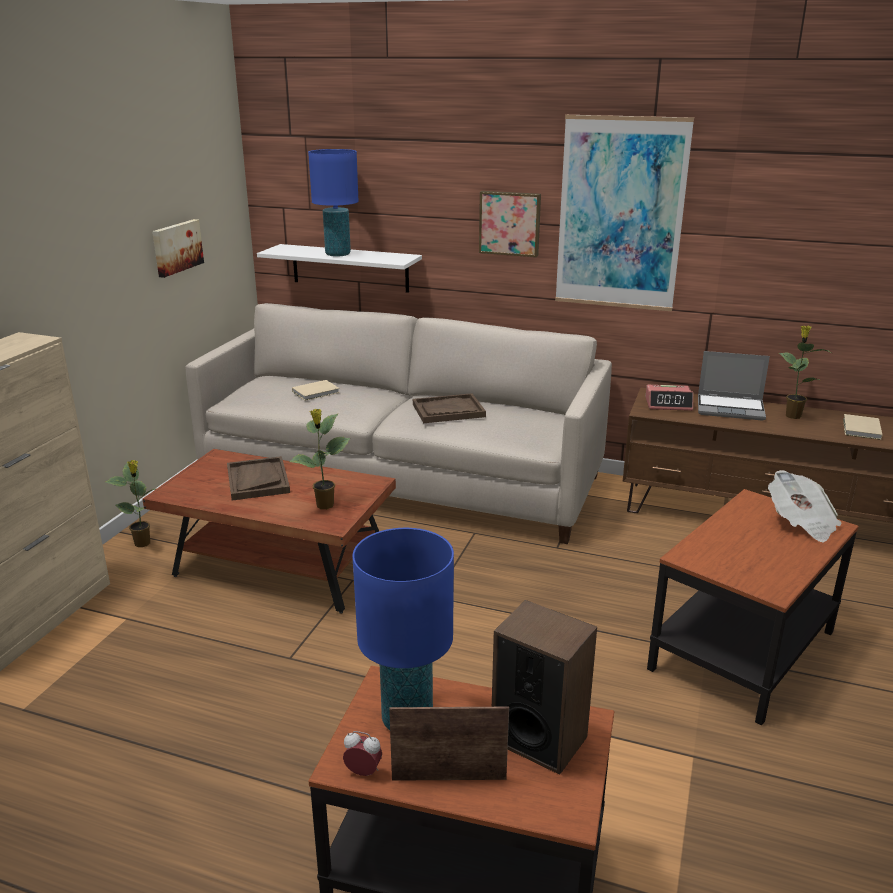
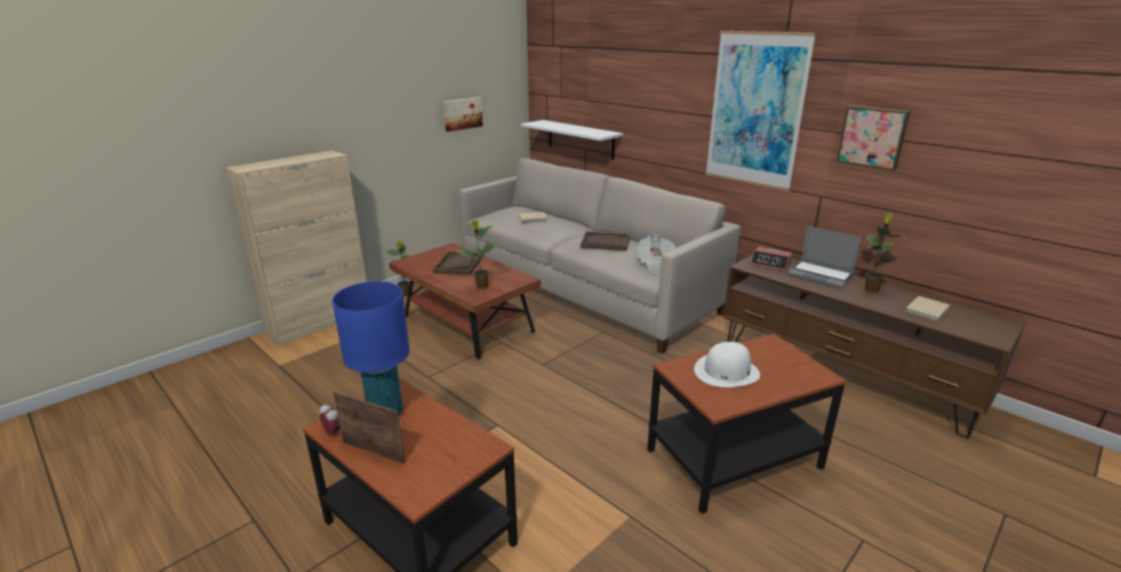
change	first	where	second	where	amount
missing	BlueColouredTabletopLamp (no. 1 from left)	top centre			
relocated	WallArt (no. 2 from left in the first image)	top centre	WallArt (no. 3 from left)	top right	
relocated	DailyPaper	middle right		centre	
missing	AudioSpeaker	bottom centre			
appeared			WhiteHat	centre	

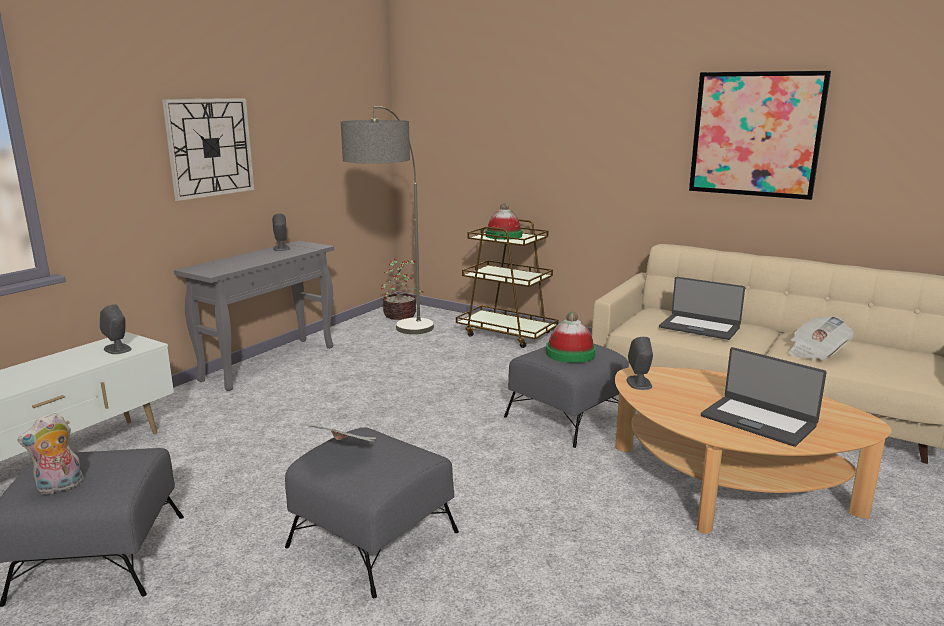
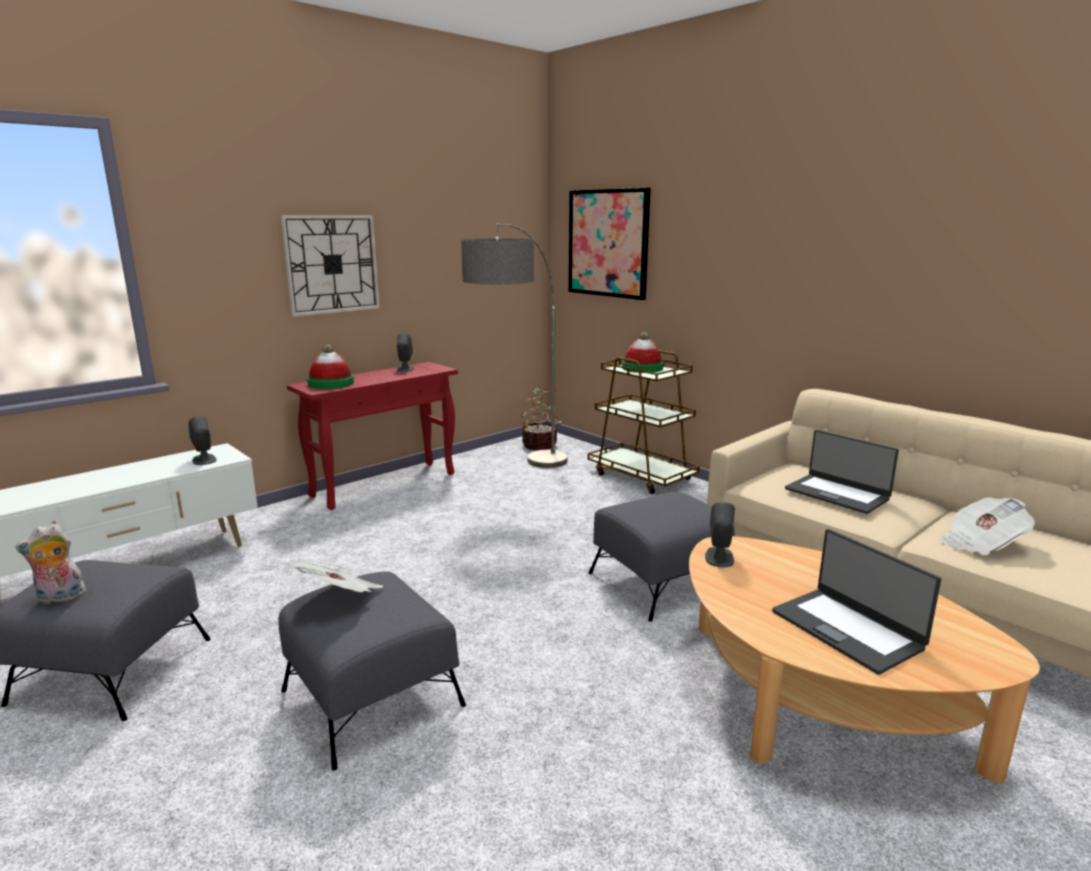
change	first	where	second	where	amount
relocated	WallArt	top right		top centre	
colour	GreyishNarrowTable	middle left	ReddishNarrowTable	centre	
relocated	Hat (no. 2 from left in the first image)	centre	Hat (no. 1 from left)	middle left	

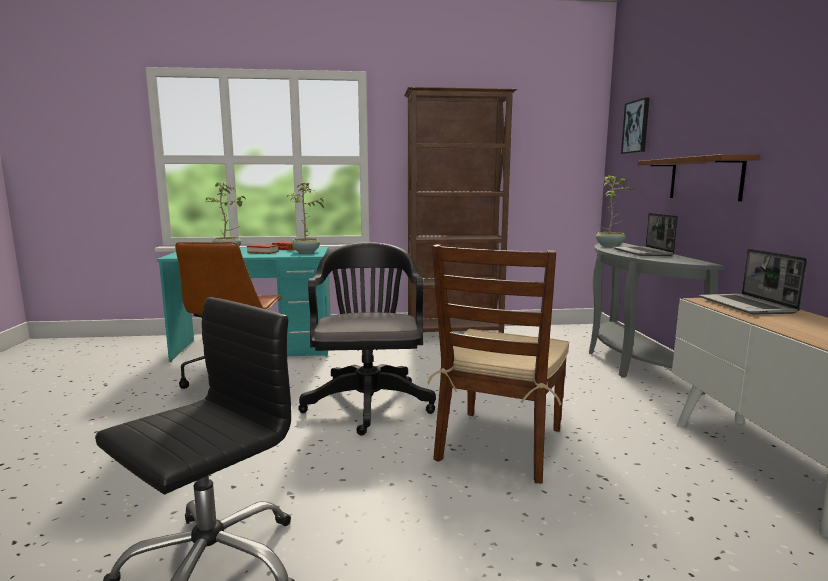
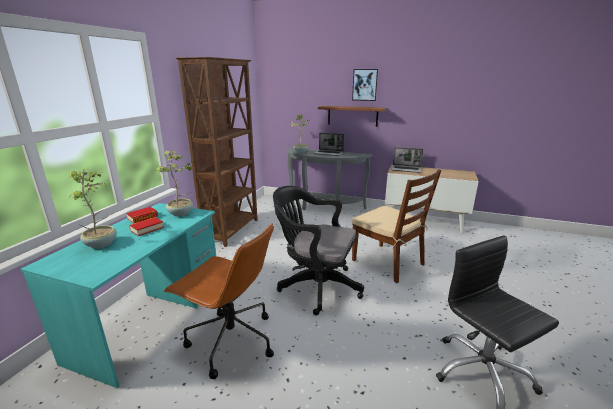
change	first	where	second	where	amount
relocated	WallArt	top right		top centre	

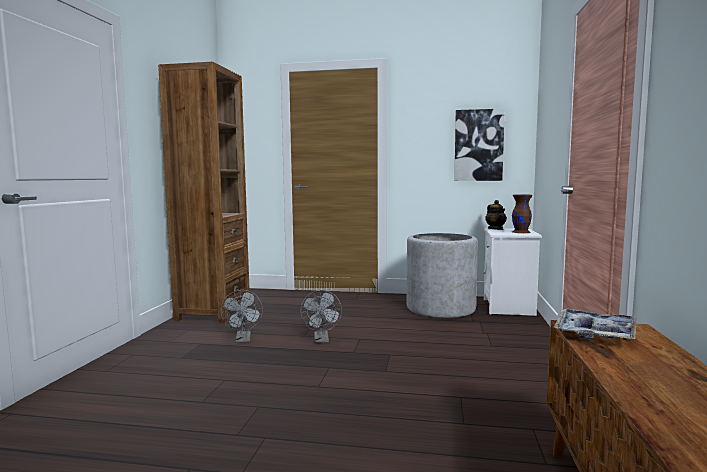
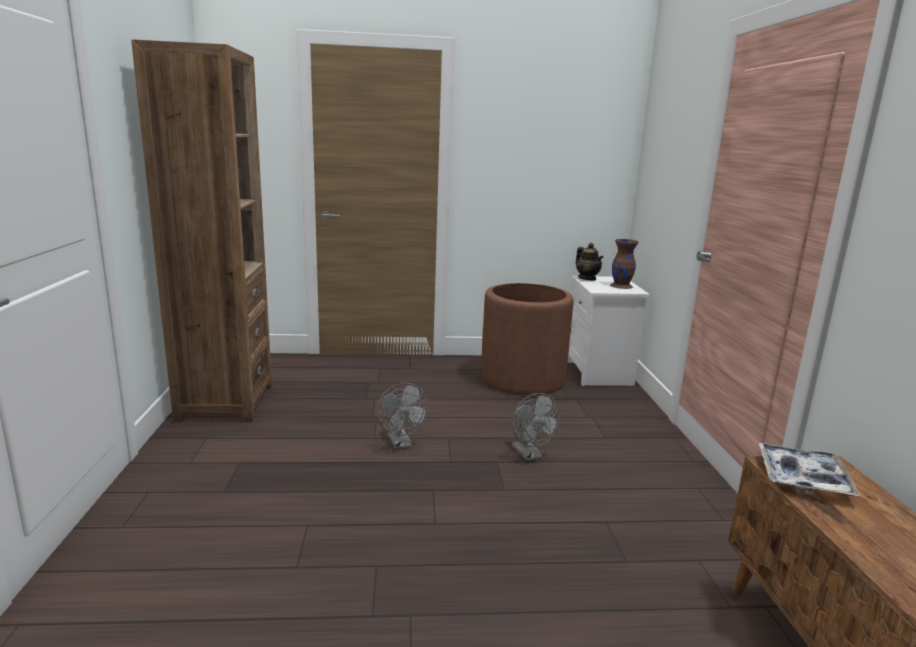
change	first	where	second	where	amount
missing	WallArt	top right			
colour	GreyishPlantPot	centre	BrownColouredPlantPot	centre	
relocated	GreyishElectricFan (no. 1 from left in the first image)	bottom centre	GreyishElectricFan (no. 2 from left)	centre	

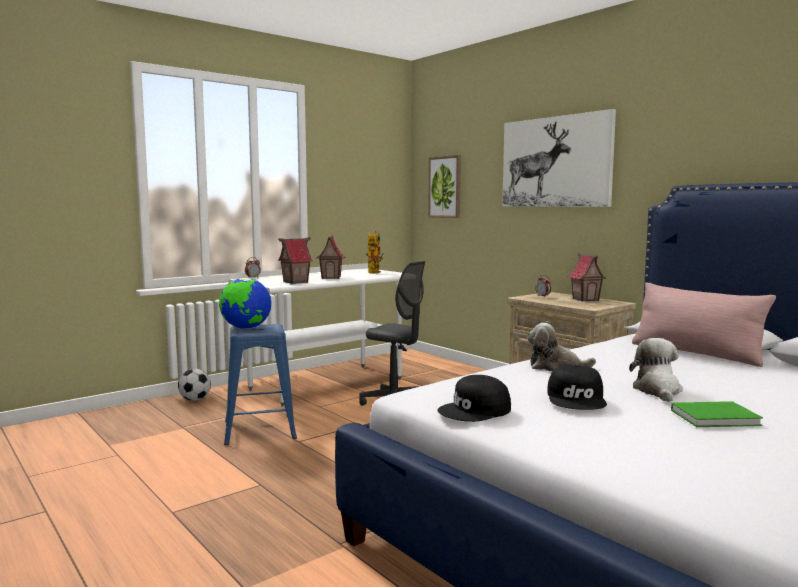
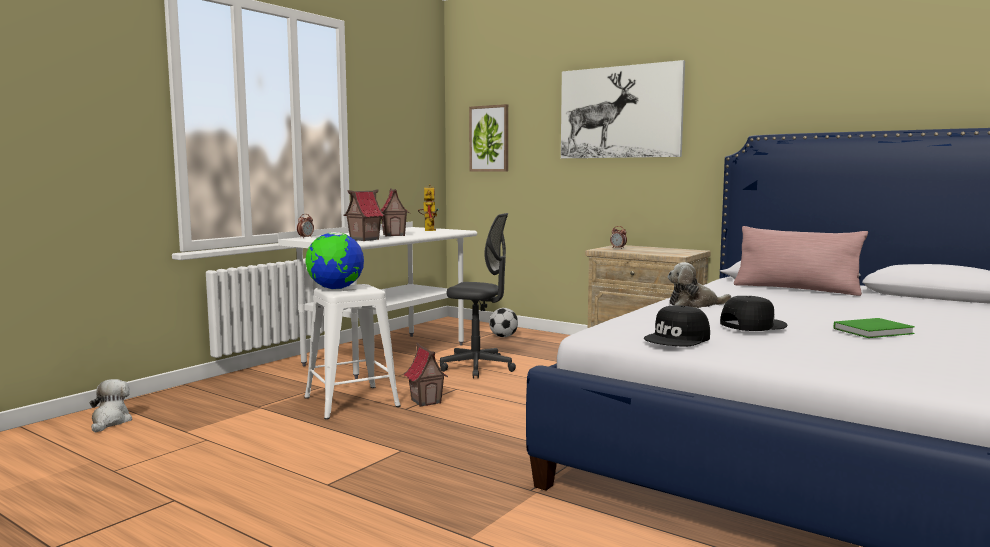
change	first	where	second	where	amount
relocated	ToyHouse (no. 3 from left)	middle right		bottom centre	
colour	BlueColouredStoolSeat	middle left	WhiteStoolSeat	centre	
relocated	PlushToy (no. 2 from left in the first image)	middle right	PlushToy (no. 1 from left)	bottom left	
spun	BlackishPeakedCap (no. 2 from left)	middle right		middle right	105 degrees counterclockwise
relocated	BallForFootball	middle left		centre	

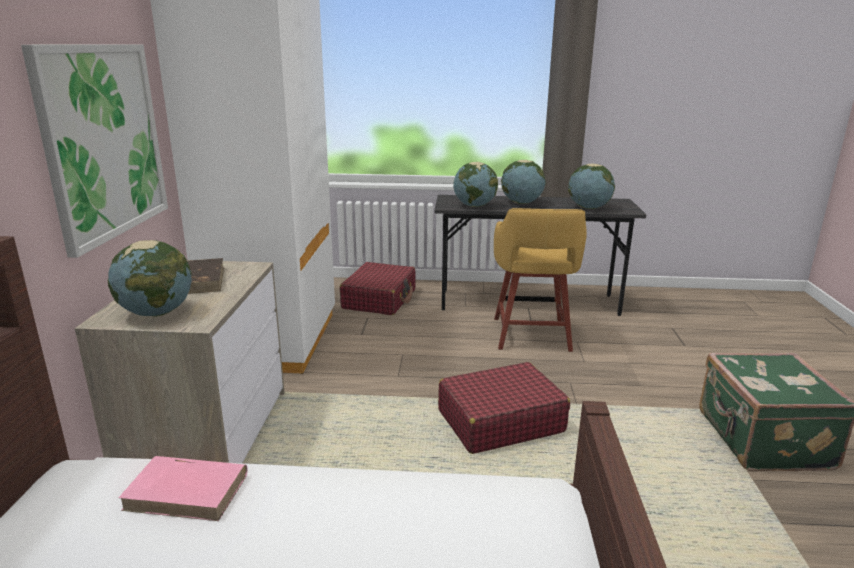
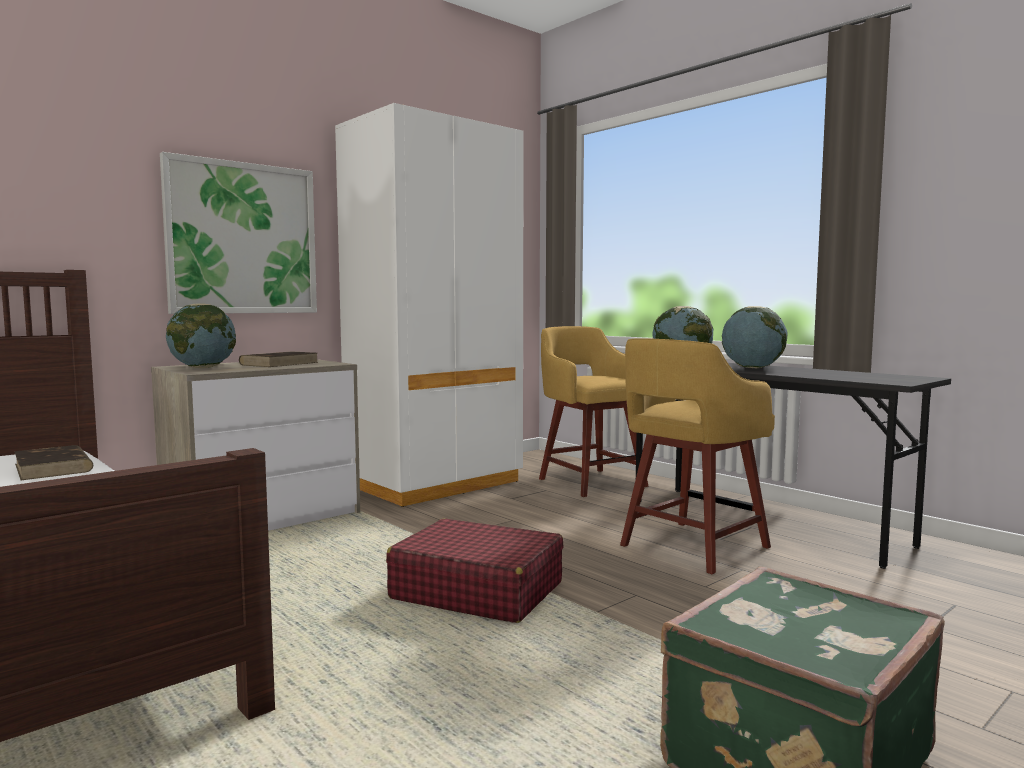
change	first	where	second	where	amount
missing	WorldGlobe (no. 4 from left)	top right			
exchanged	ReddishTravelCase (no. 1 from left)	centre	YellowStoolSeat (no. 1 from left)	centre	
colour	PinkishVolume	bottom left	BrownColouredVolume (no. 1 from left)	middle left	

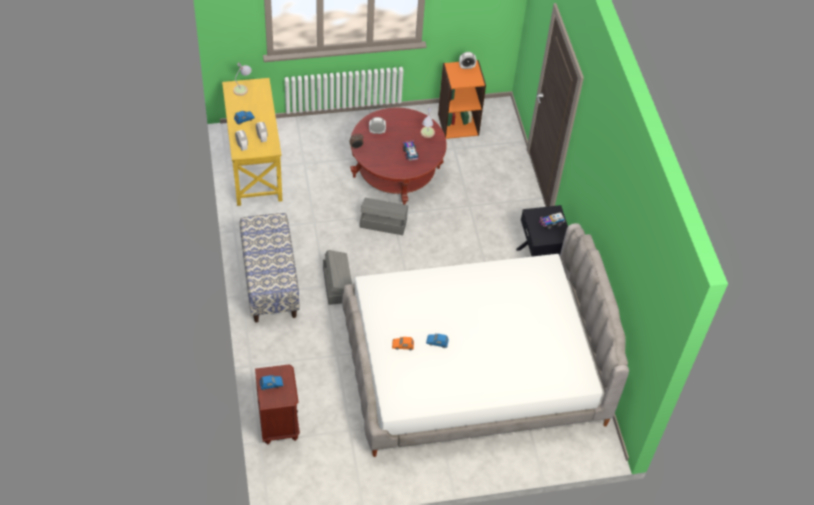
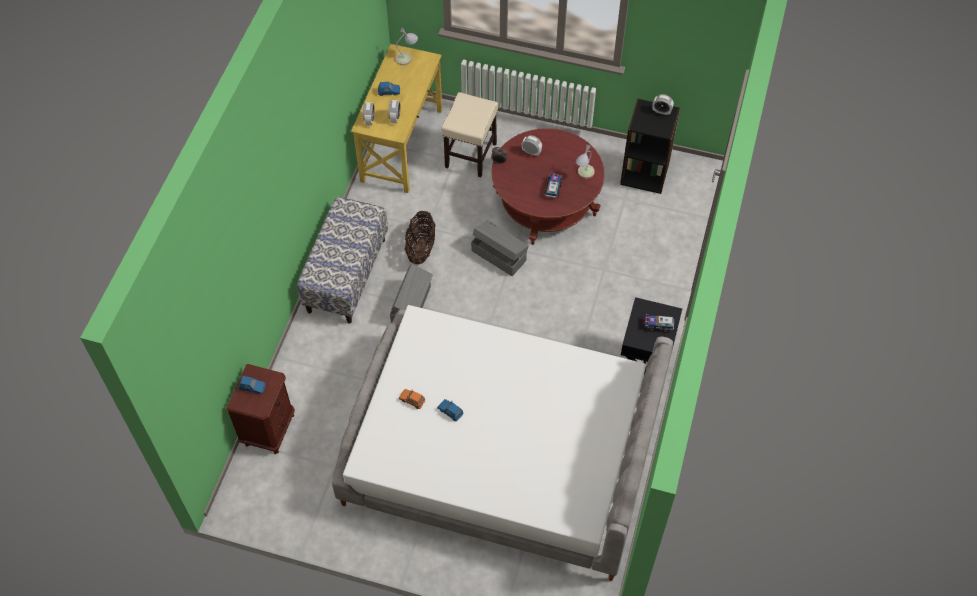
change	first	where	second	where	amount
colour	OrangeyBookshelf	top centre	BlackishBookshelf	top centre	
appeared			SandColouredStoolSeat	top centre	
appeared			HouseholdBasket	centre	

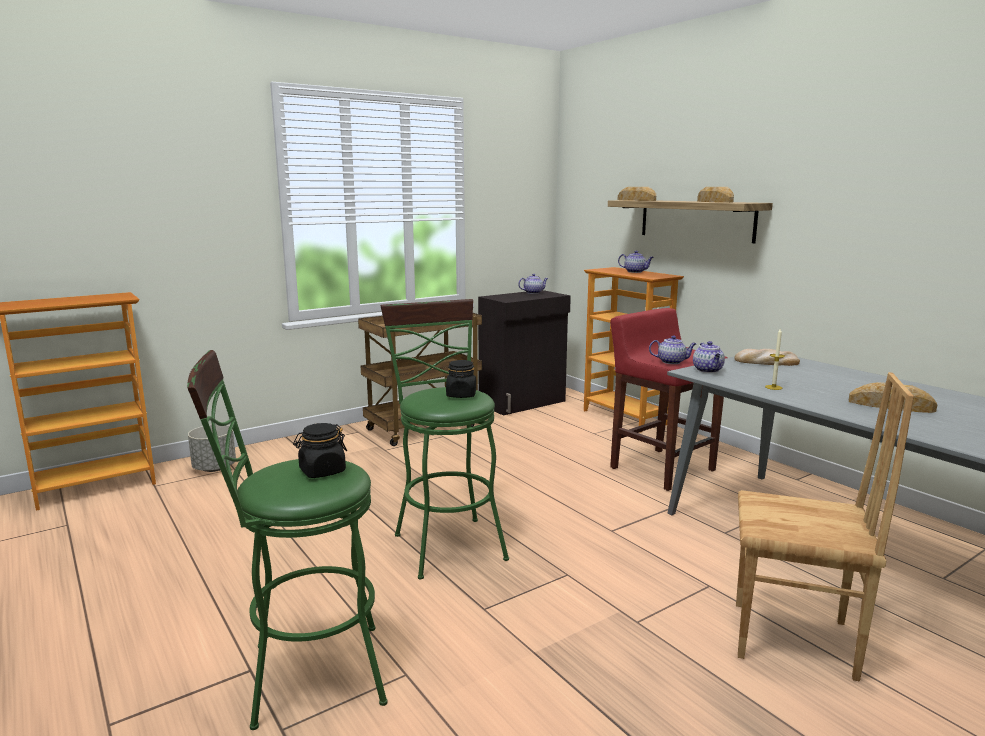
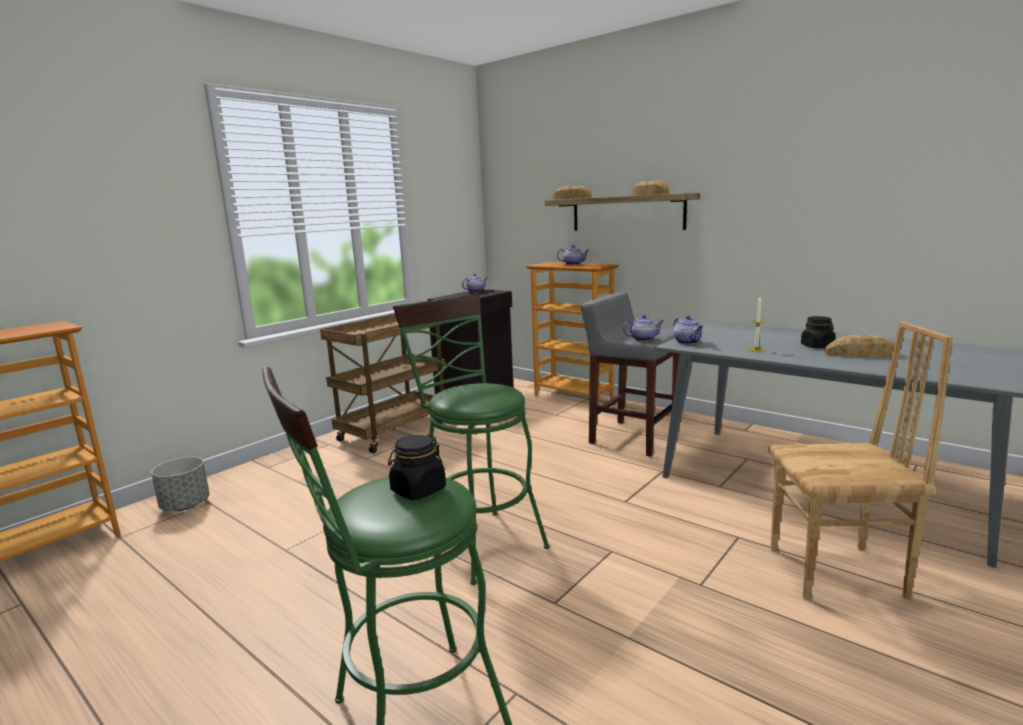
change	first	where	second	where	amount
colour	ReddishStoolSeat	middle right	GreyishStoolSeat	centre	
missing	BakedBread (no. 3 from left)	middle right			
relocated	BlackishStorageJar (no. 2 from left)	centre		middle right	

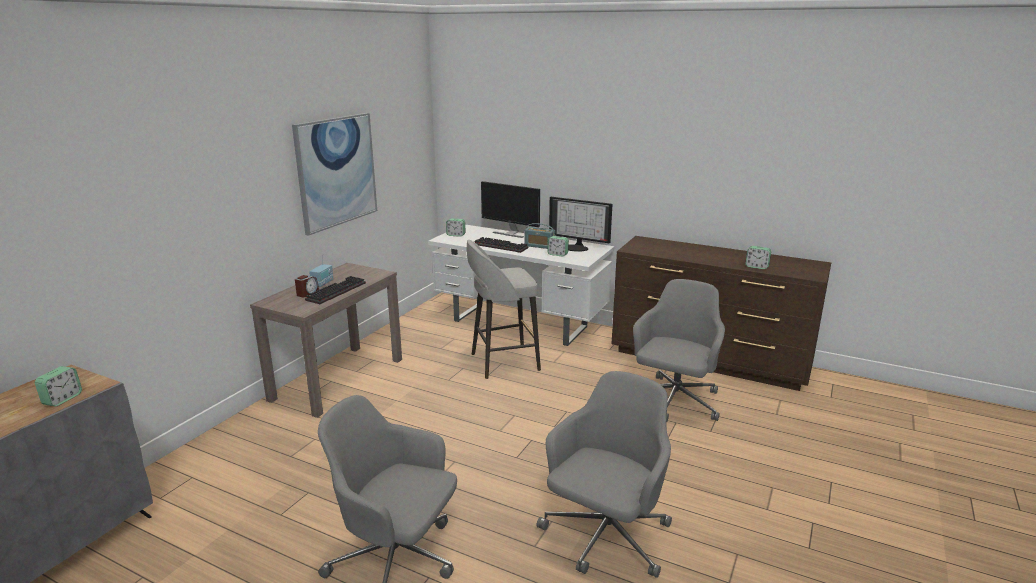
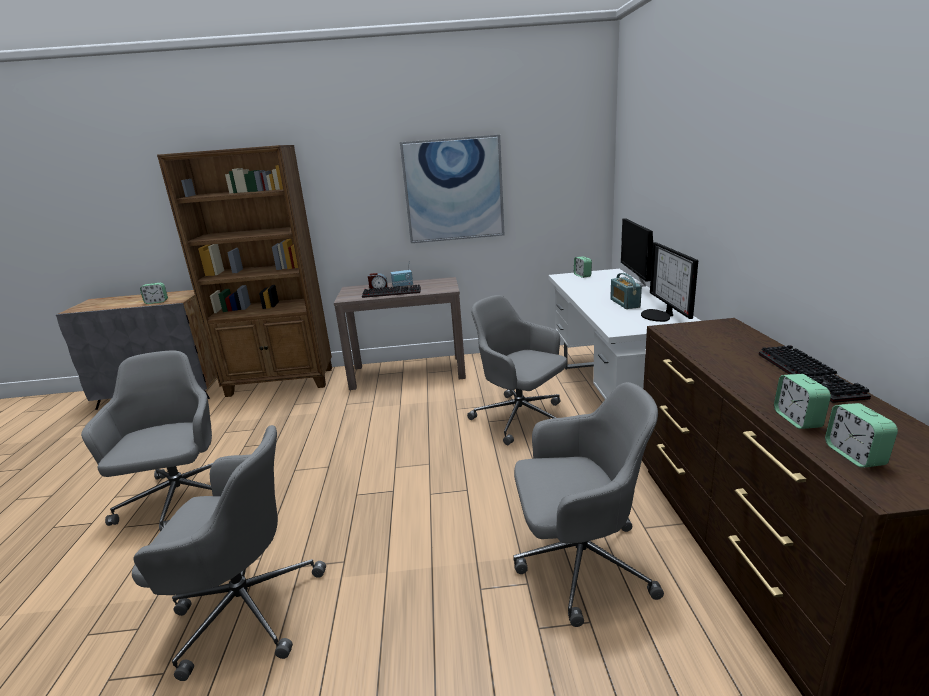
change	first	where	second	where	amount
relocated	TableClock (no. 4 from left in the first image)	centre	TableClock (no. 5 from left)	middle right	
relocated	PcKeyboard (no. 2 from left)	centre		middle right	
exchanged	GreyishStoolSeat	centre	GreyishDeskChair (no. 3 from left)	centre	
appeared			BrownColouredBookshelf	middle left	

